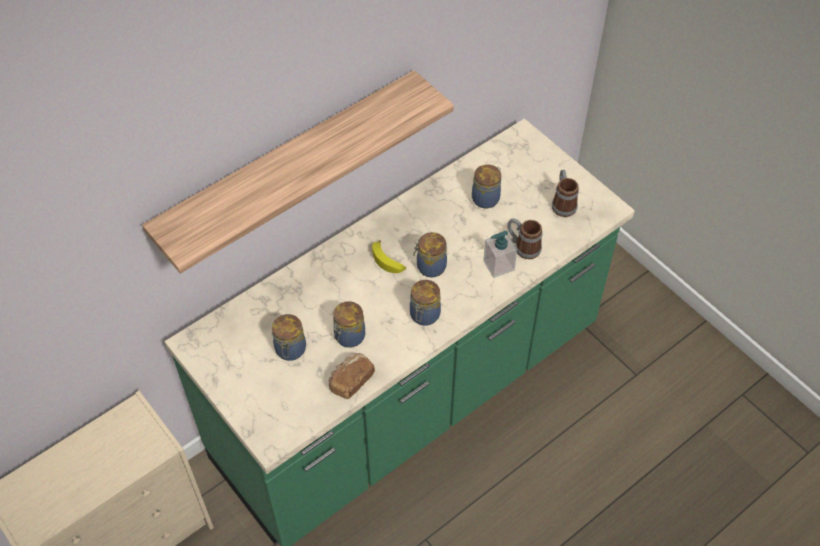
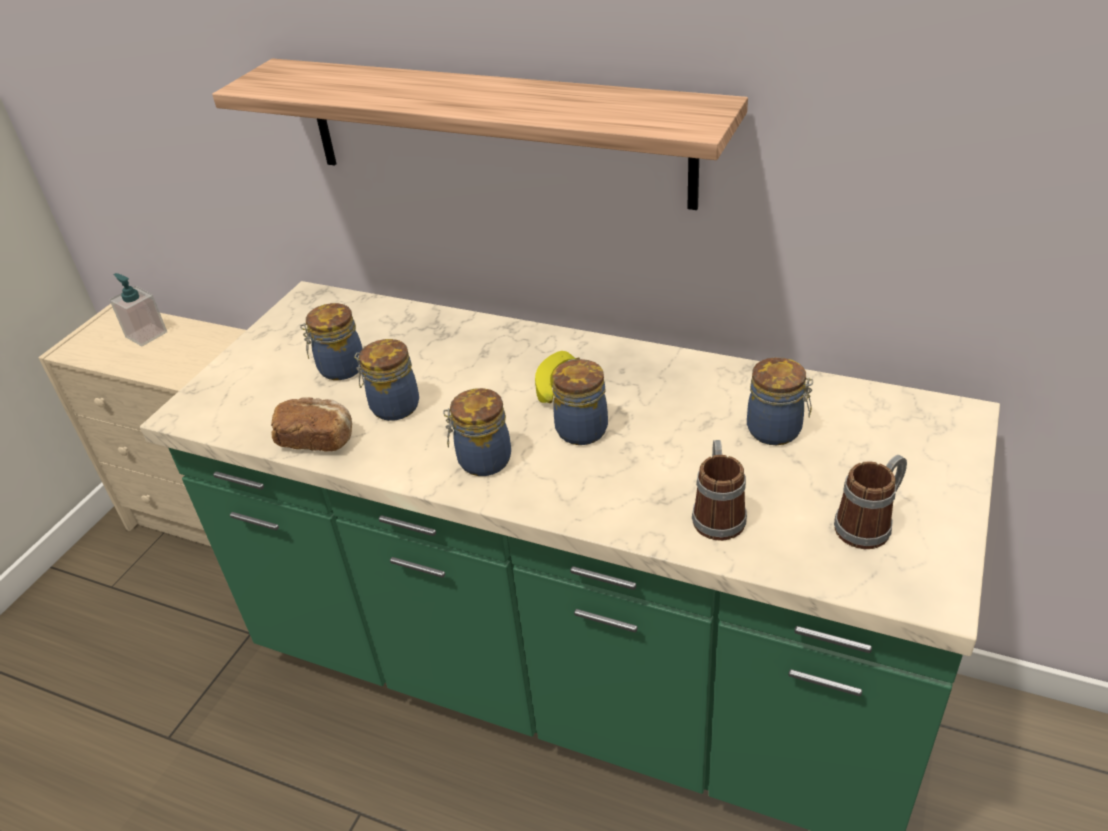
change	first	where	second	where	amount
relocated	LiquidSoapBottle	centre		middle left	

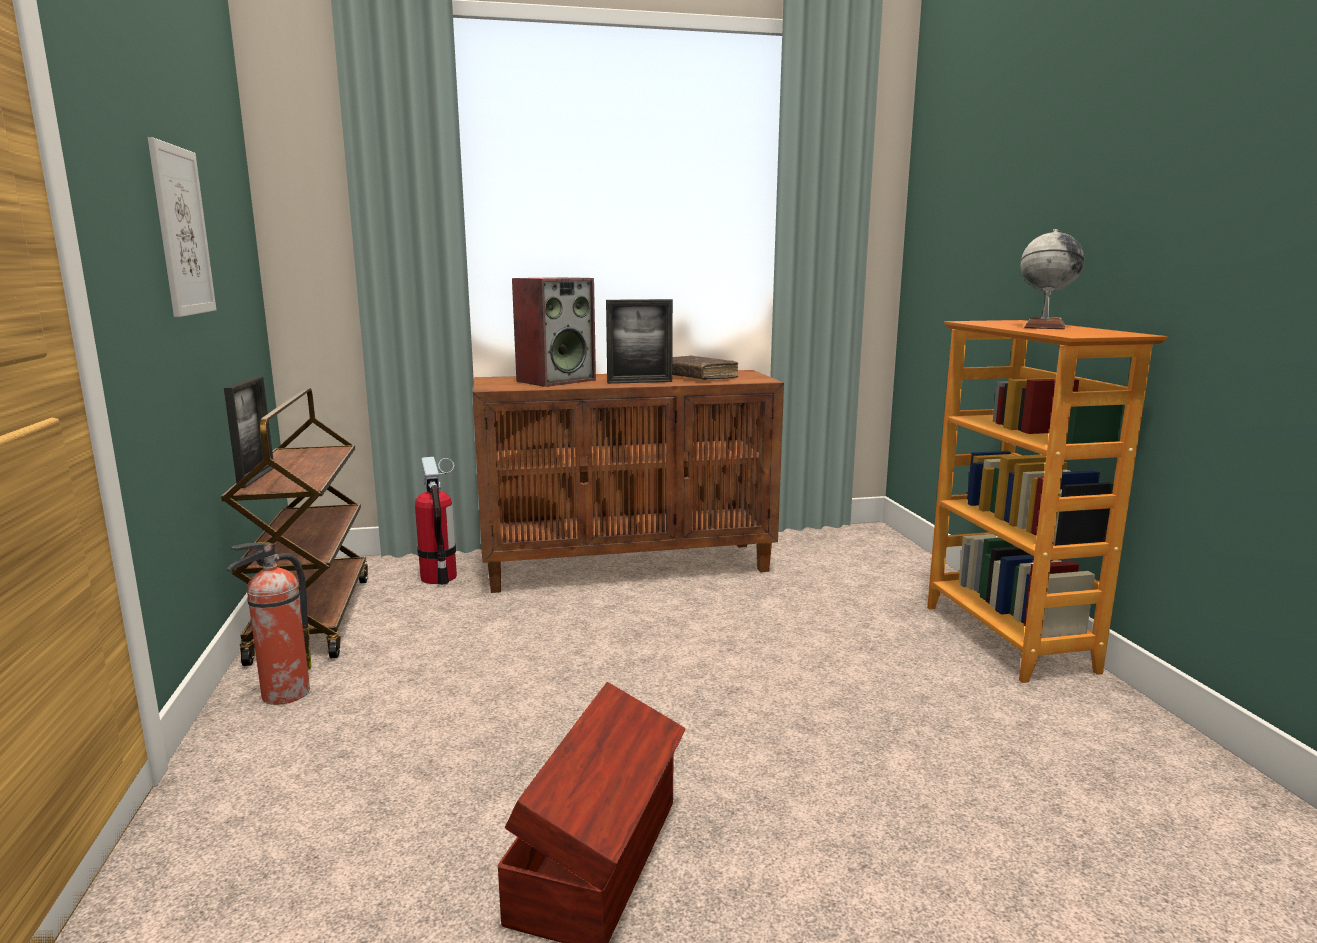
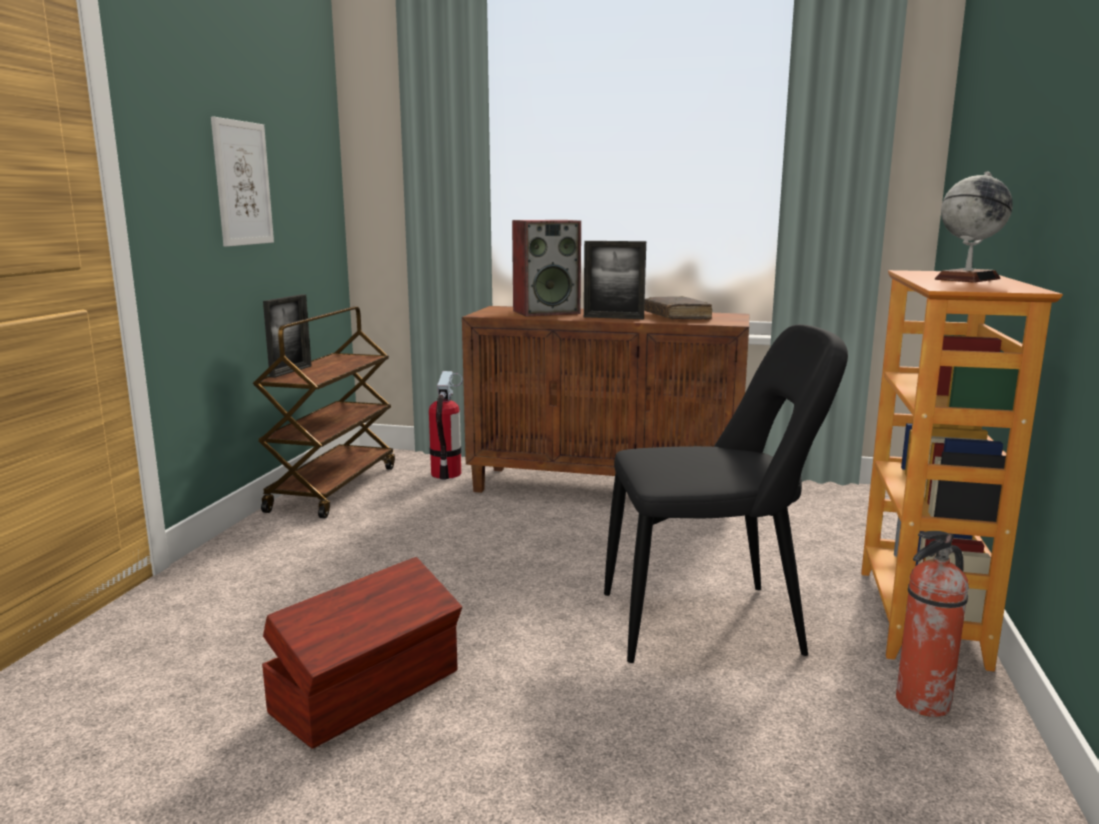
change	first	where	second	where	amount
relocated	FireFightingCylinder (no. 1 from left in the first image)	middle left	FireFightingCylinder (no. 2 from left)	bottom right	
appeared			BlackishUprightChair	centre	

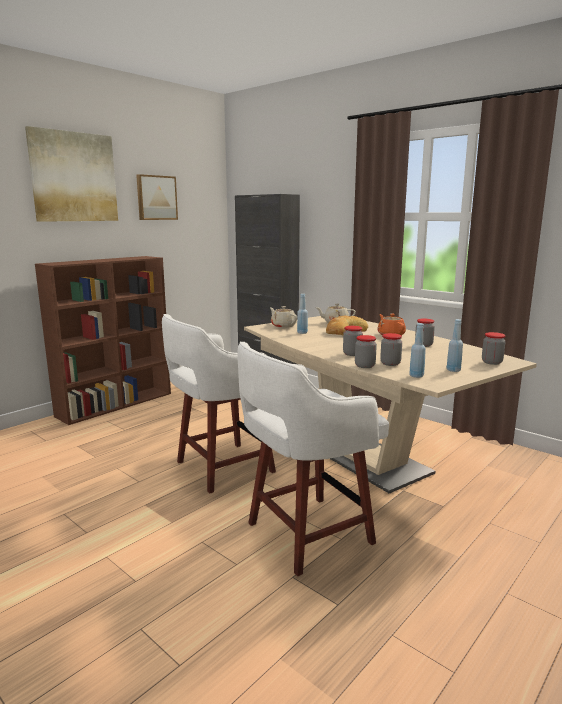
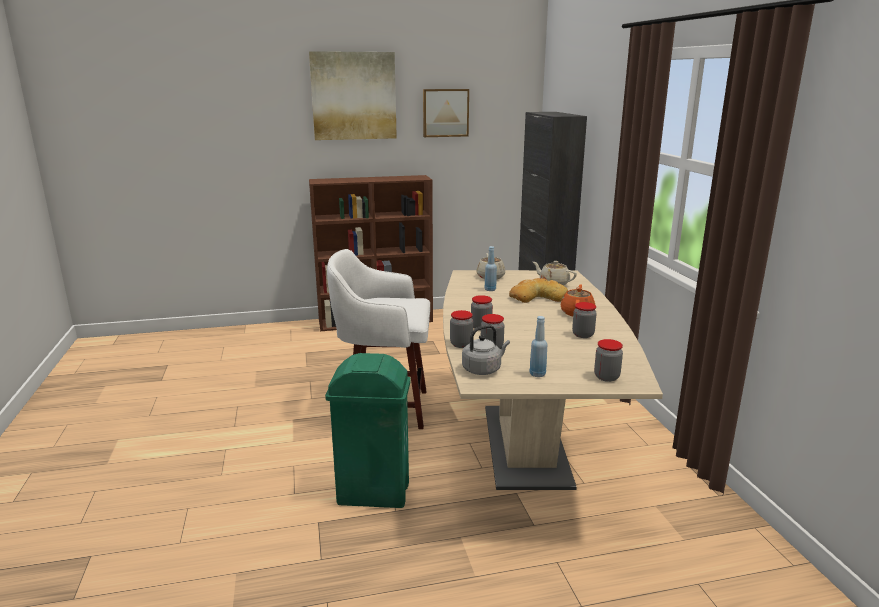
change	first	where	second	where	amount
exchanged	BlueColouredDrinkBottle (no. 2 from left)	middle right	GreyishWaterKettle	centre	
exchanged	WhiteStoolSeat (no. 2 from left)	centre	GreenishWasteBin	bottom centre	

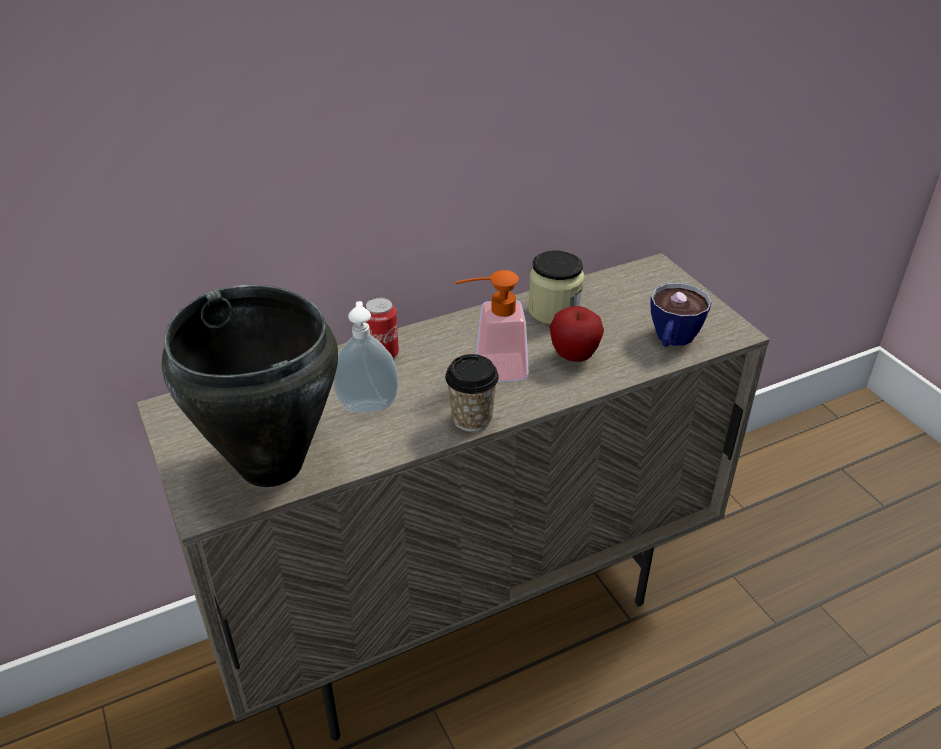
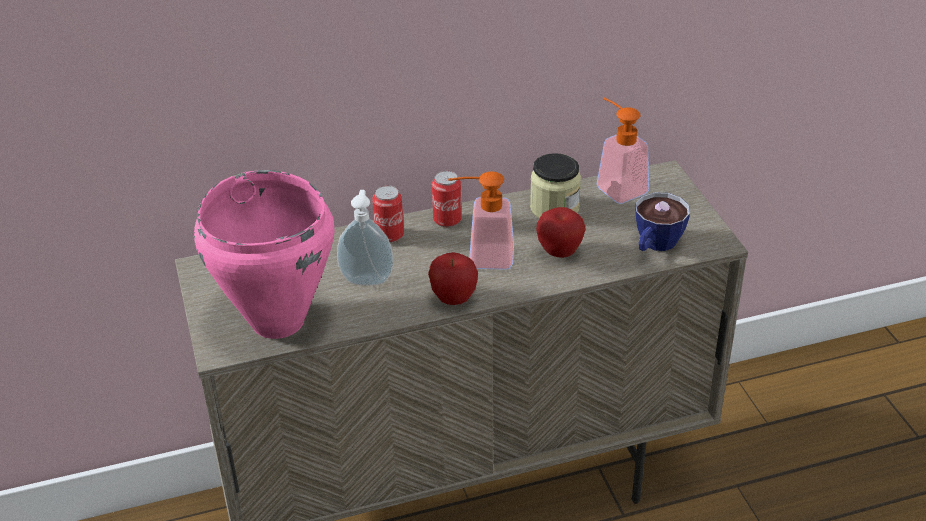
change	first	where	second	where	amount
colour	BlackishStockpot	middle left	PinkishStockpot	middle left	
exchanged	DrinkingCup (no. 1 from left)	centre	WholeApple (no. 1 from left)	centre	
appeared			LiquidSoapBottle (no. 3 from left)	top right	
appeared			MetalCan (no. 2 from left)	centre	

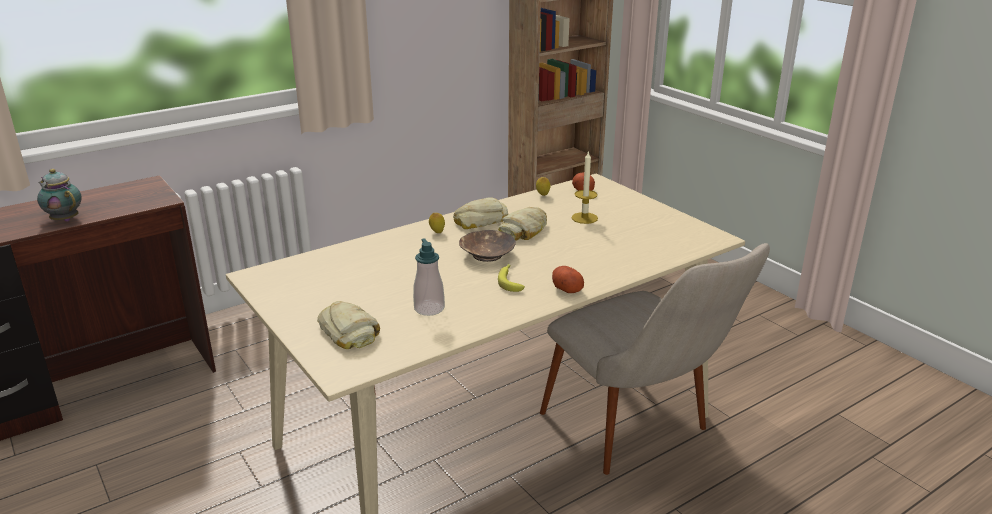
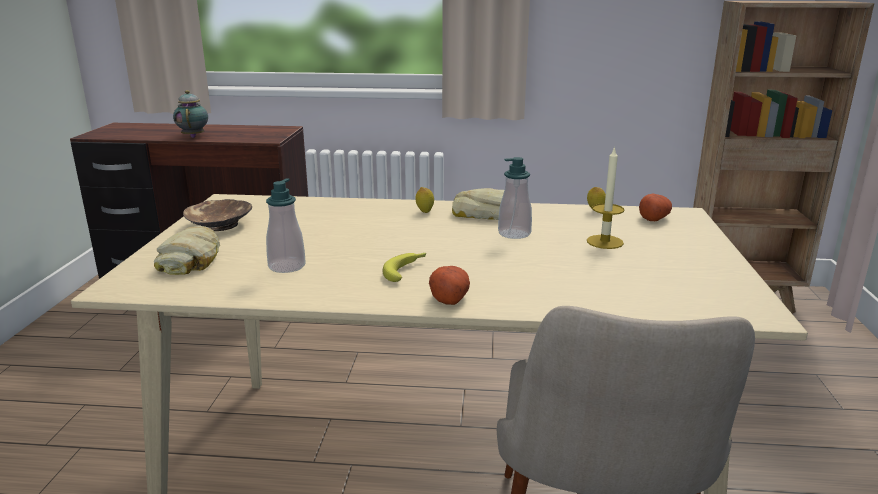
change	first	where	second	where	amount
exchanged	BakedBread (no. 3 from left)	centre	LiquidSoapBottle (no. 2 from left)	centre	
relocated	BrownColouredDeepDish	centre		middle left	

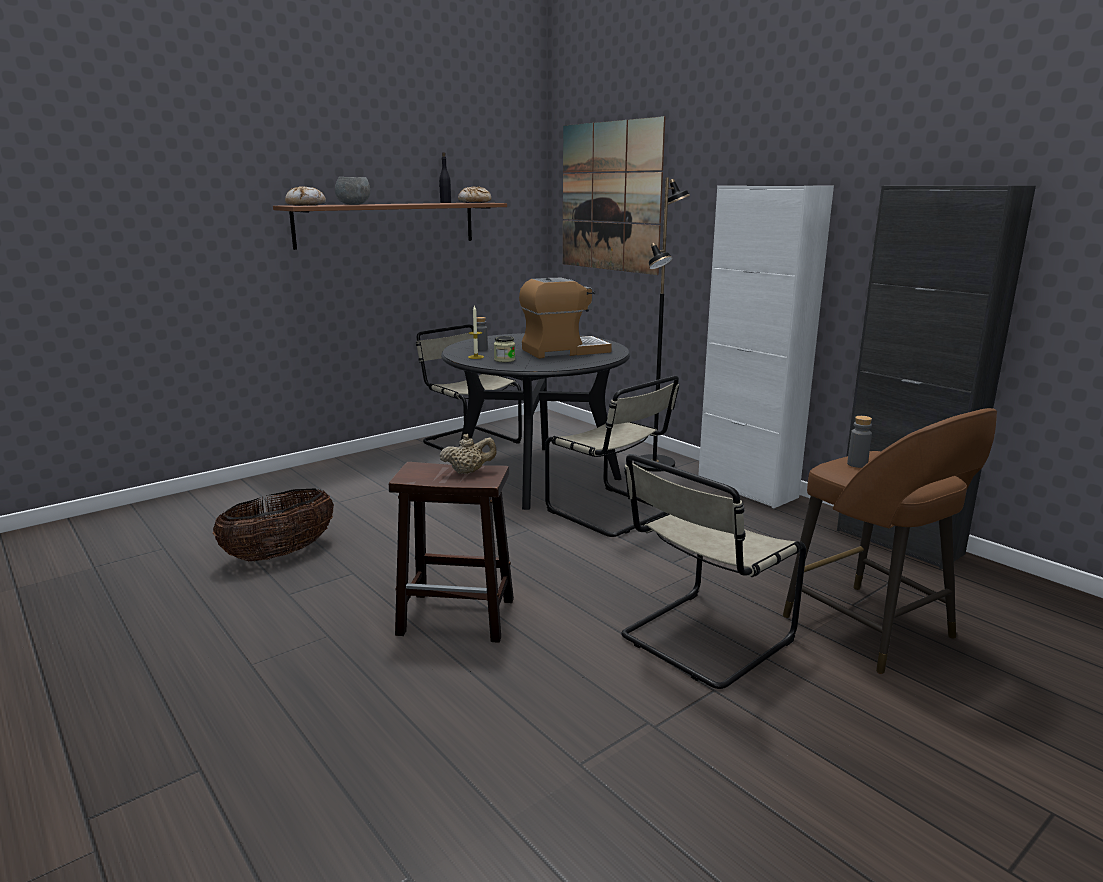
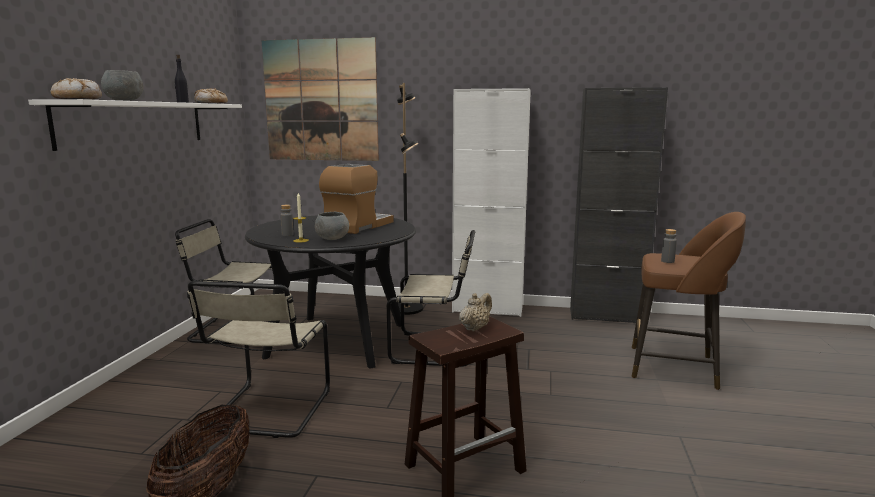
change	first	where	second	where	amount
colour	BrownColouredBracketShelf	top centre	WhiteBracketShelf	top left	
exchanged	StorageJar	centre	GreyishDeepDish (no. 2 from left)	centre	
relocated	SandColouredUprightChair (no. 3 from left in the first image)	centre	SandColouredUprightChair (no. 2 from left)	bottom left	

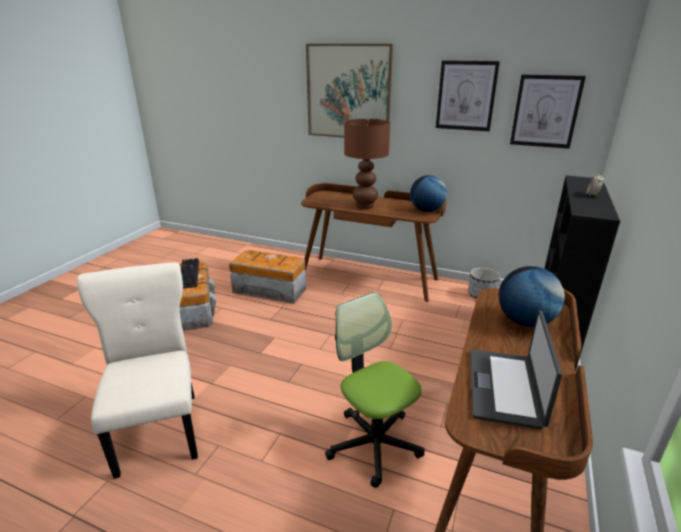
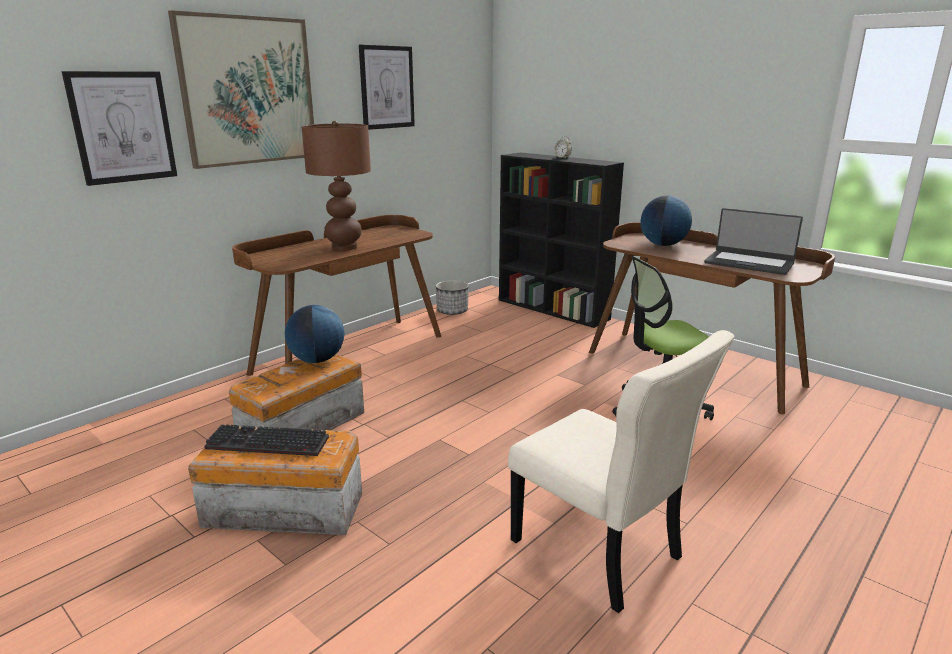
change	first	where	second	where	amount
relocated	WallArt (no. 3 from left in the first image)	top right	WallArt (no. 1 from left)	top left	
relocated	WorldGlobe (no. 1 from left)	centre		middle left	
spun	SandColouredUprightChair	bottom left		bottom centre	135 degrees counterclockwise

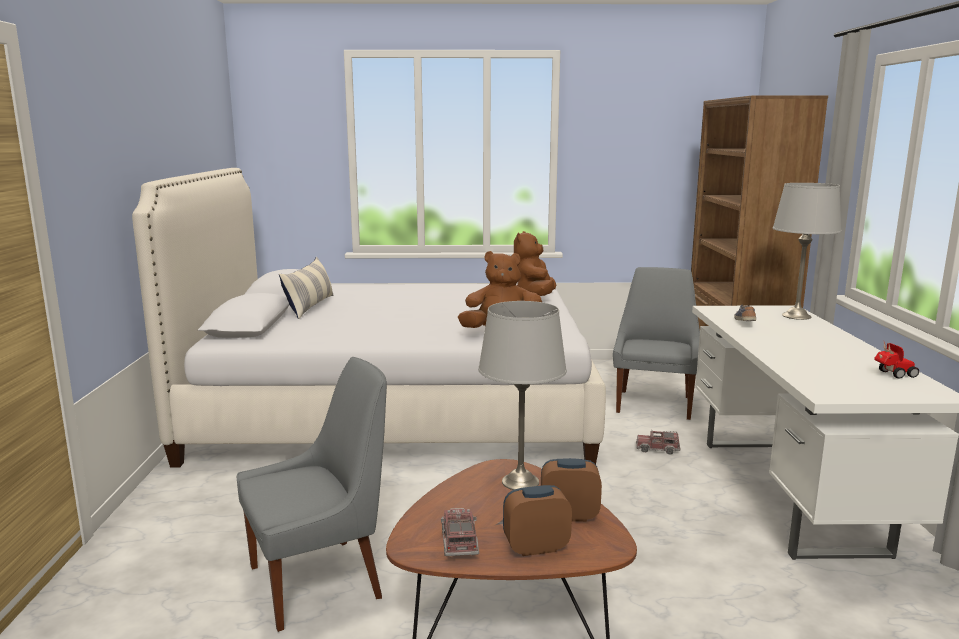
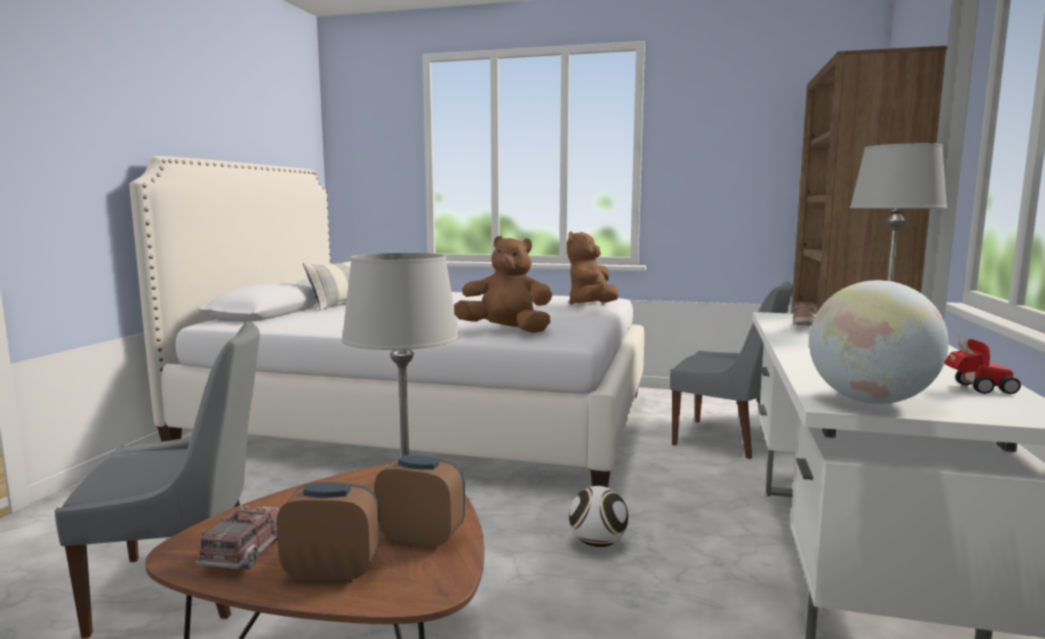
change	first	where	second	where	amount
spun	GreyishUprightChair (no. 2 from left)	middle right		middle right	90 degrees clockwise
missing	ToyTruck (no. 2 from left)	bottom right			
appeared			WorldGlobe	middle right	
appeared			BallForFootball	bottom centre	

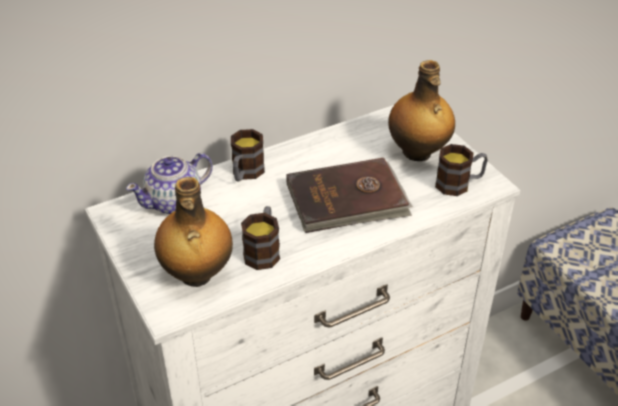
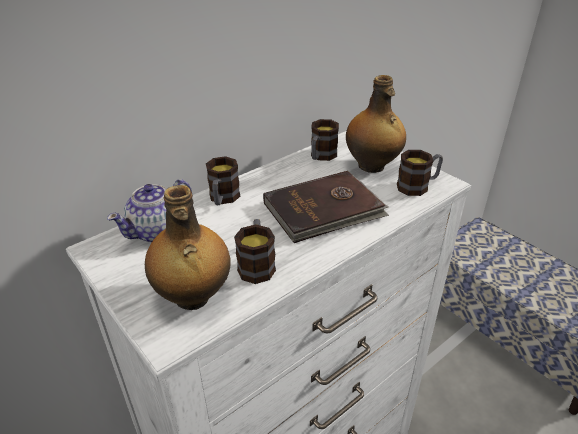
change	first	where	second	where	amount
appeared			CoffeeMug (no. 3 from left)	top centre	

